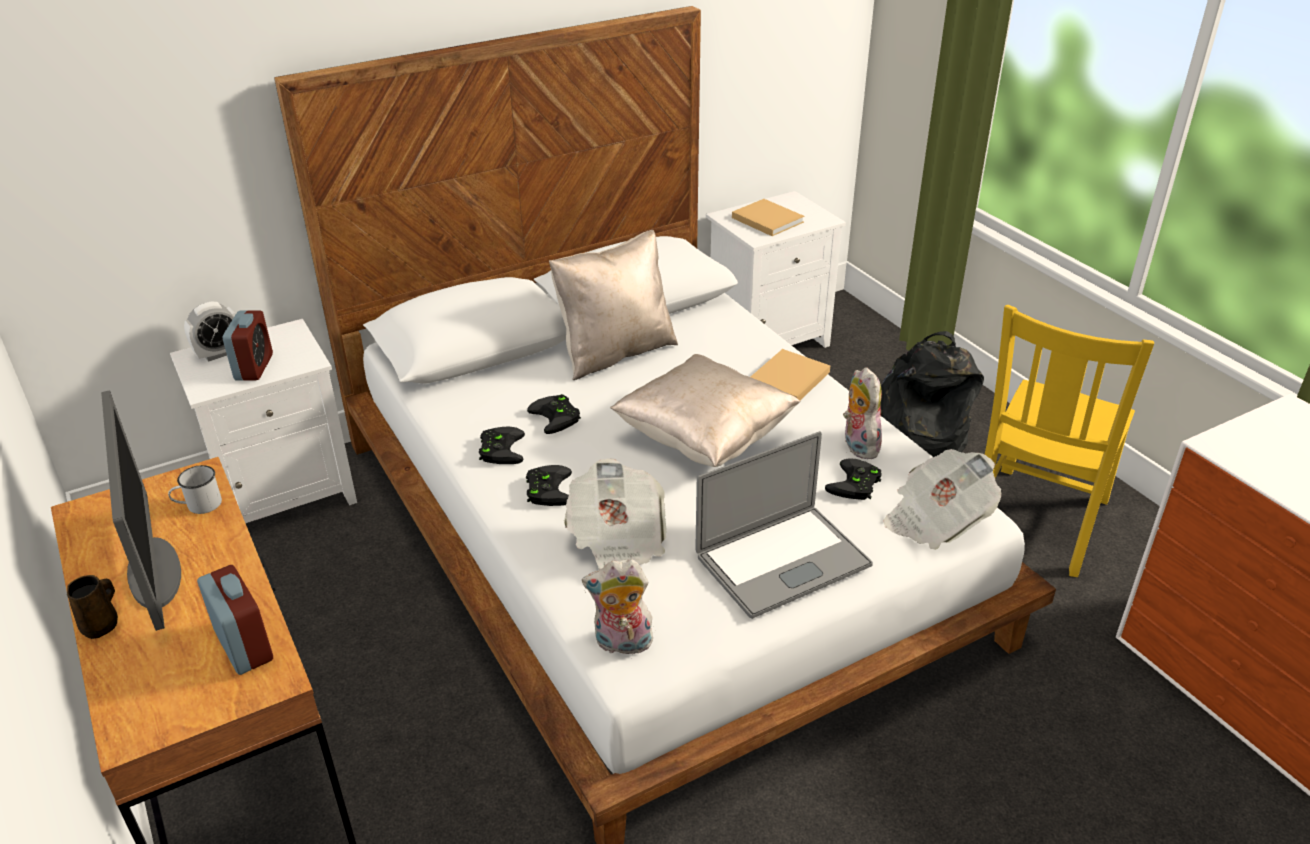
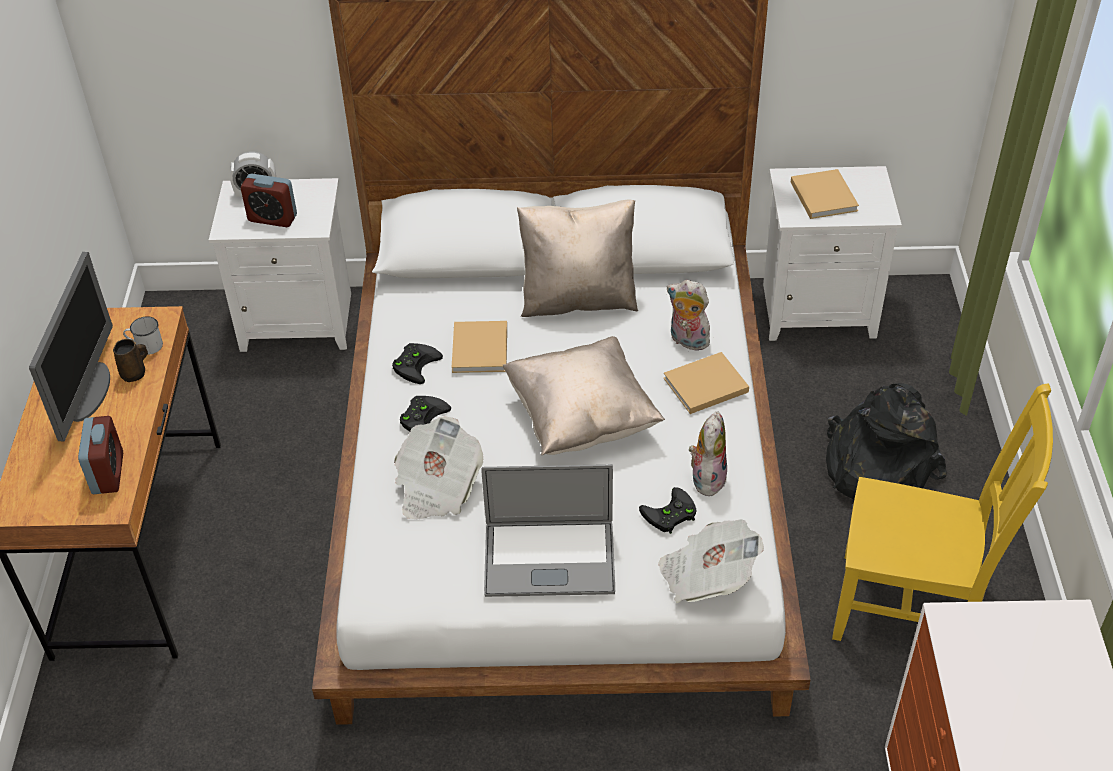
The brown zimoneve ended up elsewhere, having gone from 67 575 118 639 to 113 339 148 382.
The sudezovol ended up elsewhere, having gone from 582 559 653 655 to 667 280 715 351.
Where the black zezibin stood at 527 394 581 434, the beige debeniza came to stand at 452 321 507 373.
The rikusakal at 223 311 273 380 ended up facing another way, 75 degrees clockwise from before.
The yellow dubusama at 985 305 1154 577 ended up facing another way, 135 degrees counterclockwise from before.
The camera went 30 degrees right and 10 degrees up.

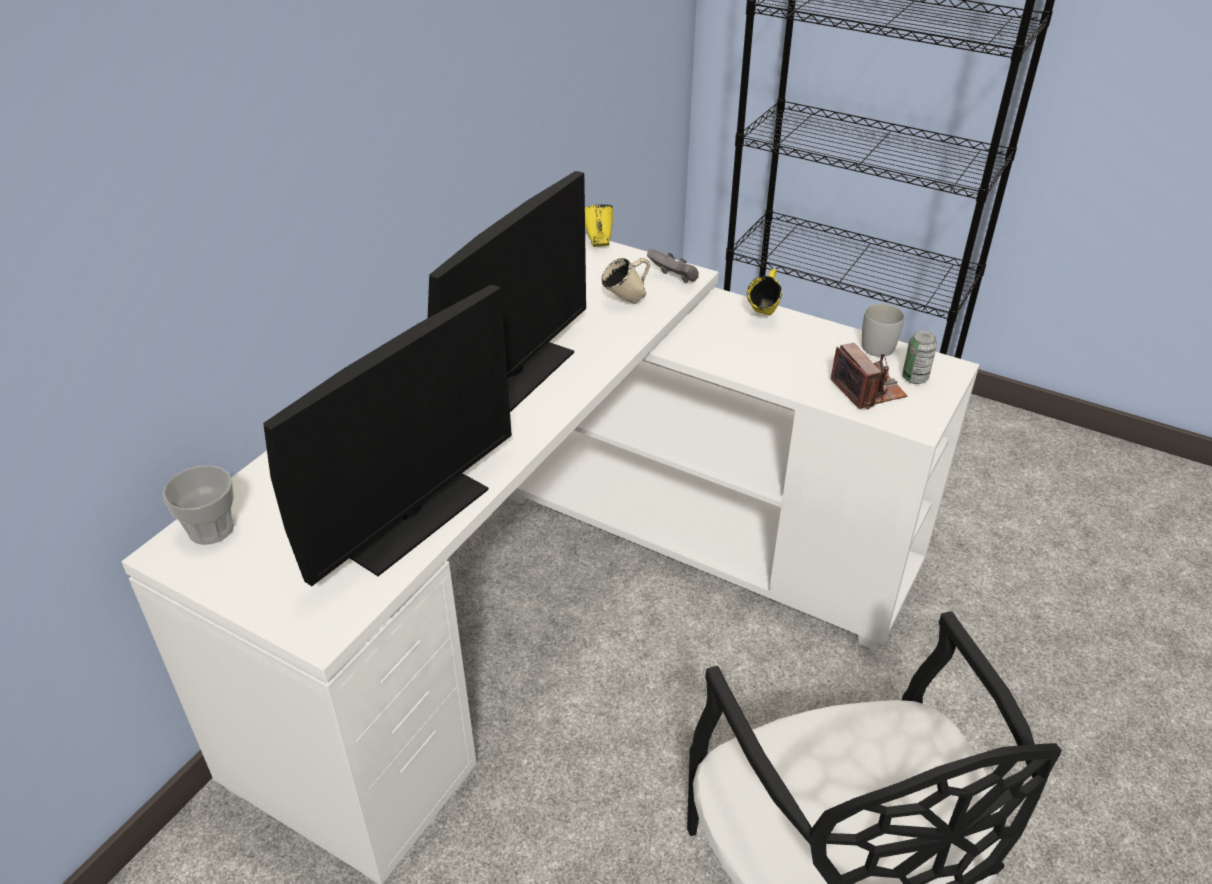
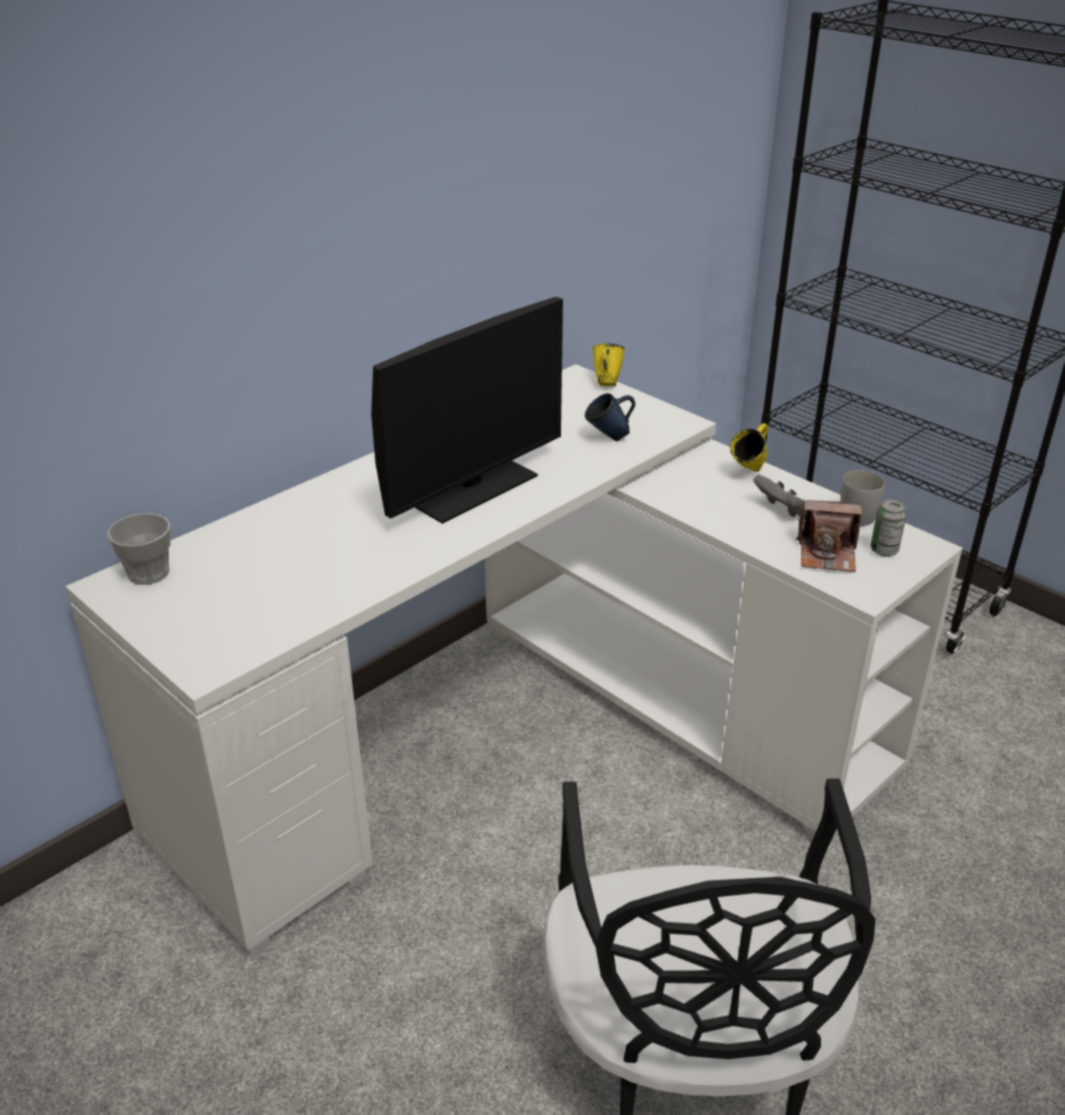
The second view lost the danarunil at 263 285 512 586.
The grey zezibin ended up elsewhere, having gone from 647 249 699 283 to 753 474 804 517.
What was the beige zimoneve at 601 258 650 304 turned into the blue zimoneve at 585 393 635 441.
The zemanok at 830 343 907 410 ended up facing another way, 105 degrees clockwise from before.
The camera went 15 degrees right and 5 degrees down.

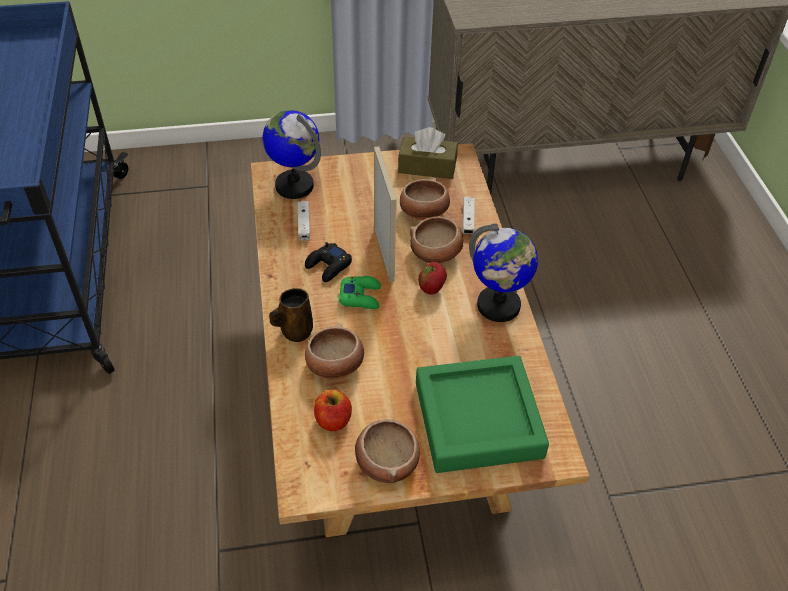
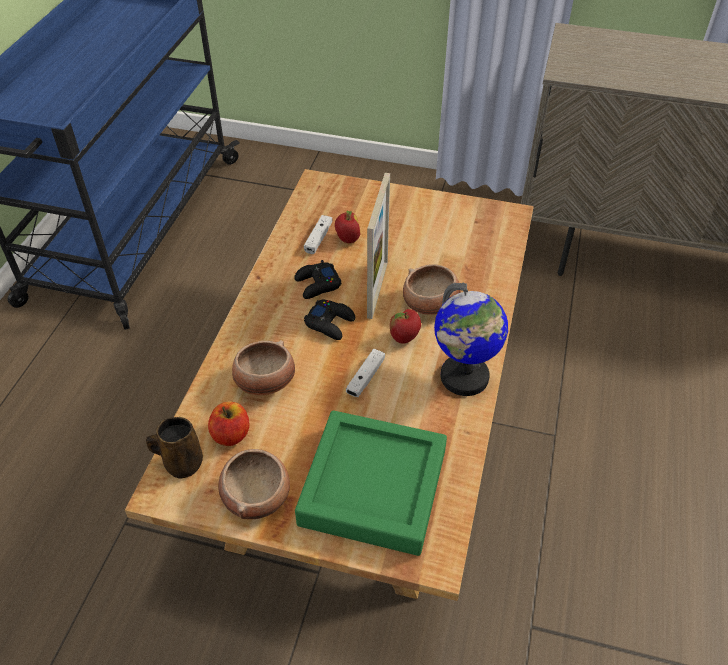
The second view lost the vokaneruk at 263 110 321 199.
The second view lost the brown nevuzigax at 398 127 458 179.
The second view lost the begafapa at 400 178 450 220.
The second view gained the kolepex at 335 211 361 243.
The brown zimoneve ended up elsewhere, having gone from 269 288 313 342 to 146 417 203 479.
The white zezibin ended up elsewhere, having gone from 462 197 475 234 to 346 349 385 397.
What was the green zezibin at 339 276 381 309 turned into the black zezibin at 304 299 355 340.
The camera went 25 degrees right and 0 degrees up.

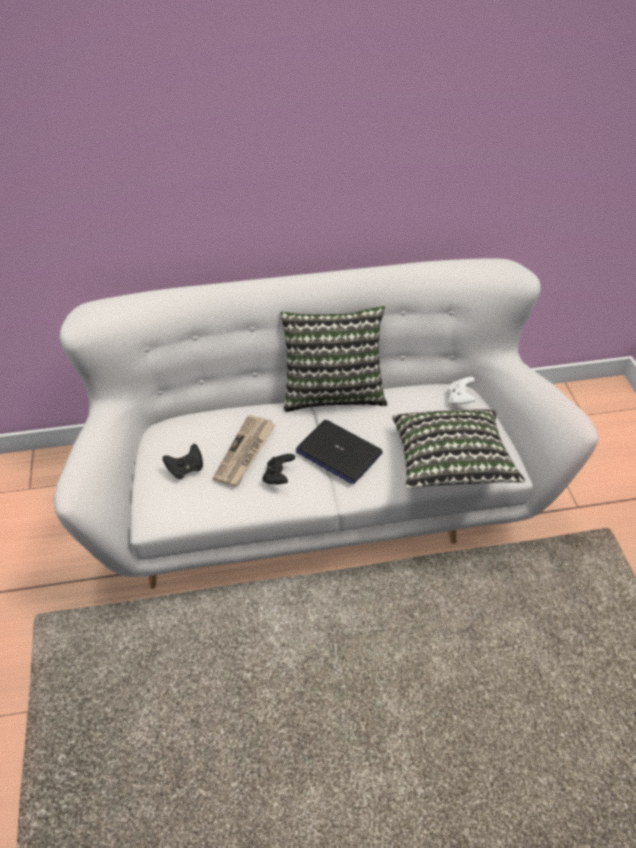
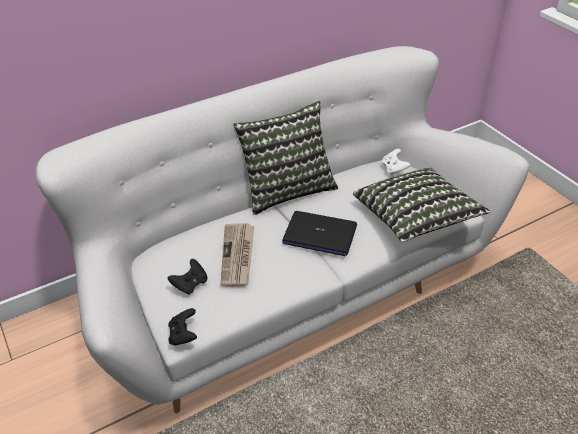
The black zezibin ended up elsewhere, having gone from 262 454 295 484 to 168 308 197 346.
The camera went 20 degrees left and 5 degrees down.

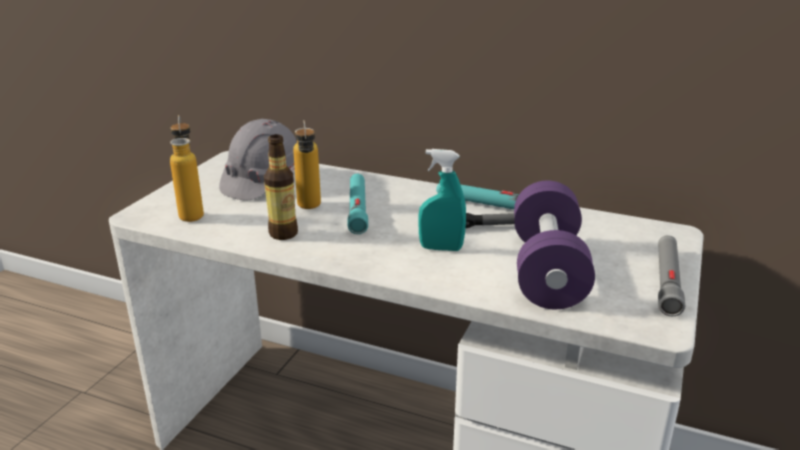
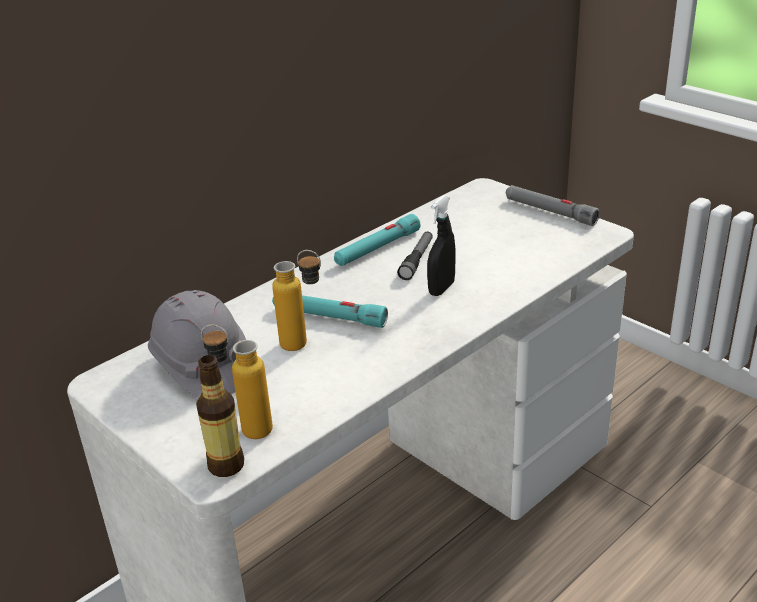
The second view lost the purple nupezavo at 514 180 595 309.
The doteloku ended up elsewhere, having gone from 264 134 298 240 to 196 355 244 477.
What was the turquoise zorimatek at 418 149 466 251 turned into the black zorimatek at 427 195 455 296.
The camera went 65 degrees left and 5 degrees up.

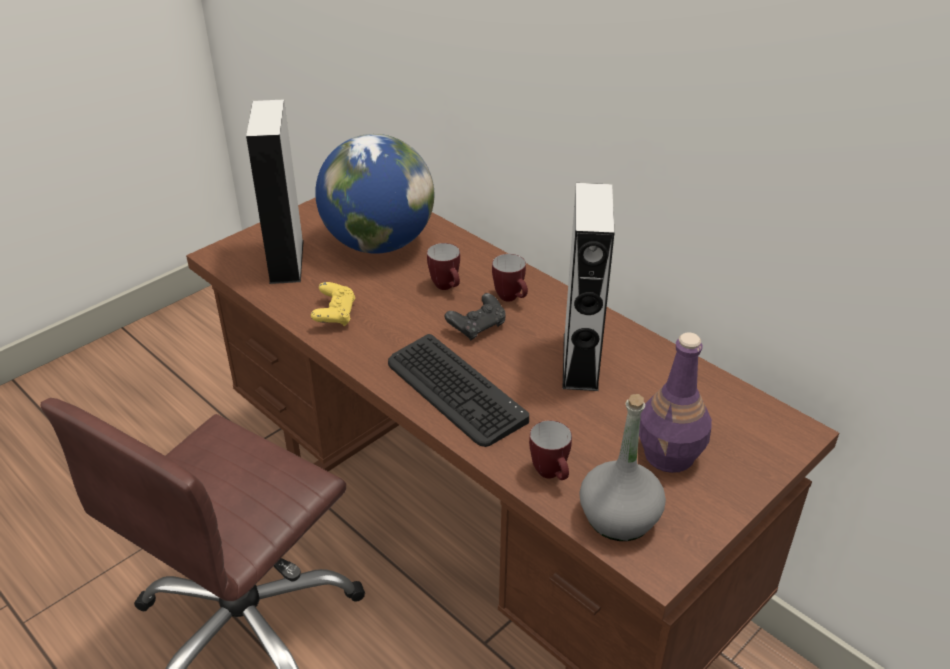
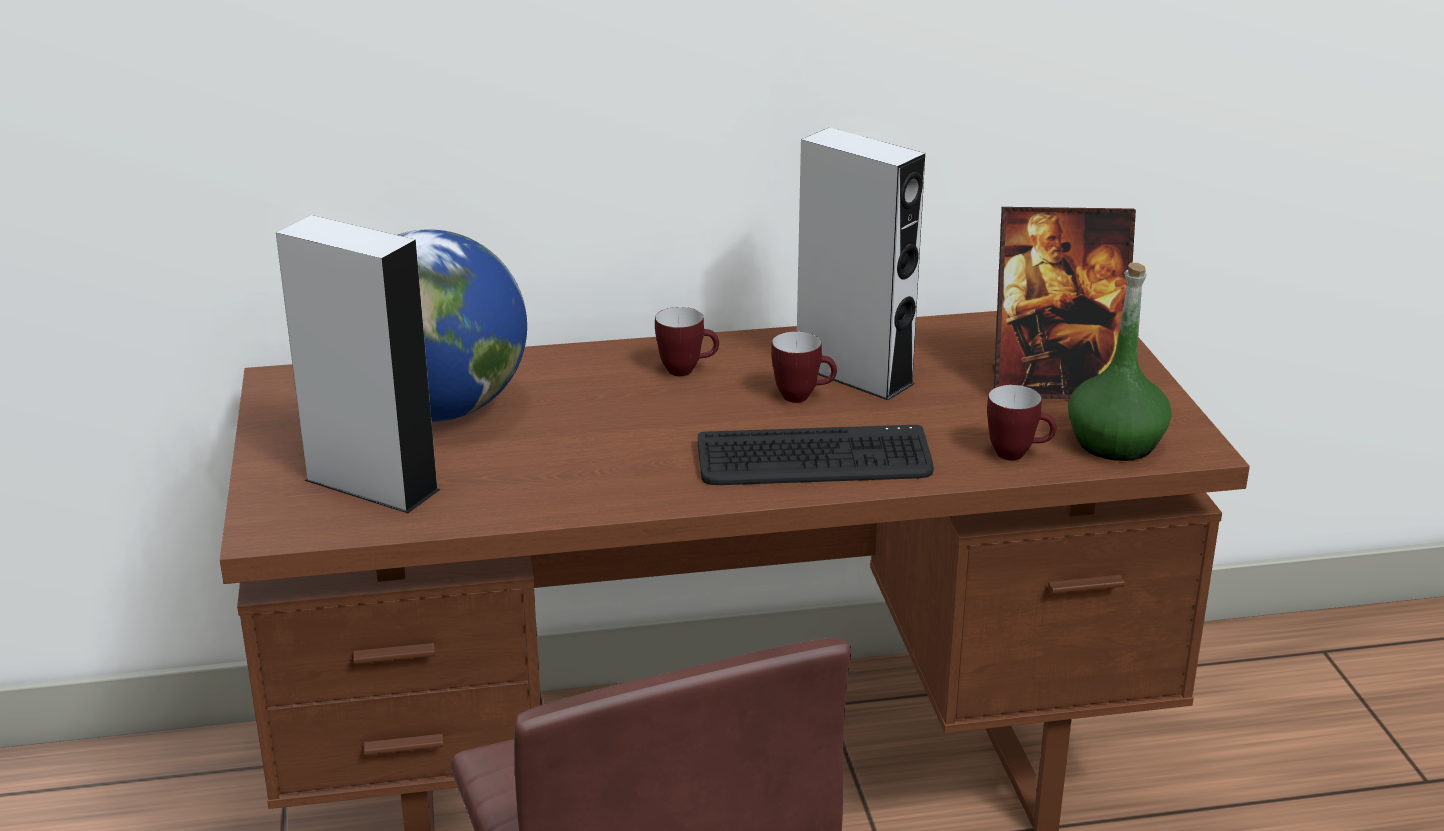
The second view lost the yellow zezibin at 311 282 355 327.
The second view lost the black zezibin at 445 293 505 341.
The zimoneve ended up elsewhere, having gone from 427 243 460 290 to 771 331 837 403.
Where the purple doteloku stood at 639 333 712 473, the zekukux came to stand at 993 207 1136 399.
What was the grey doteloku at 579 394 666 541 turned into the green doteloku at 1068 263 1172 461.
The camera went 55 degrees left and 10 degrees down.

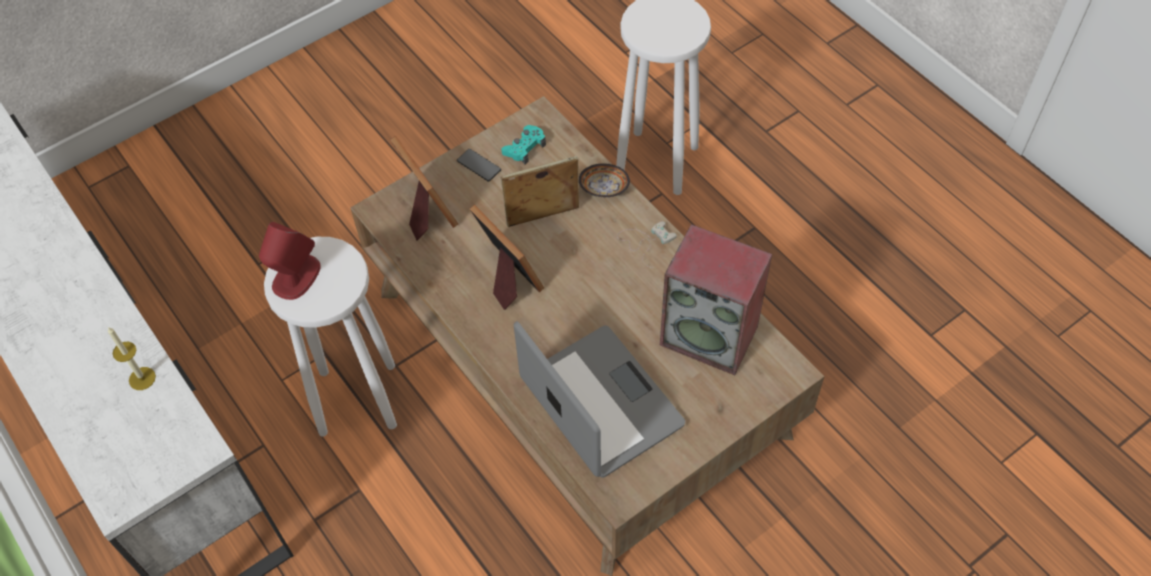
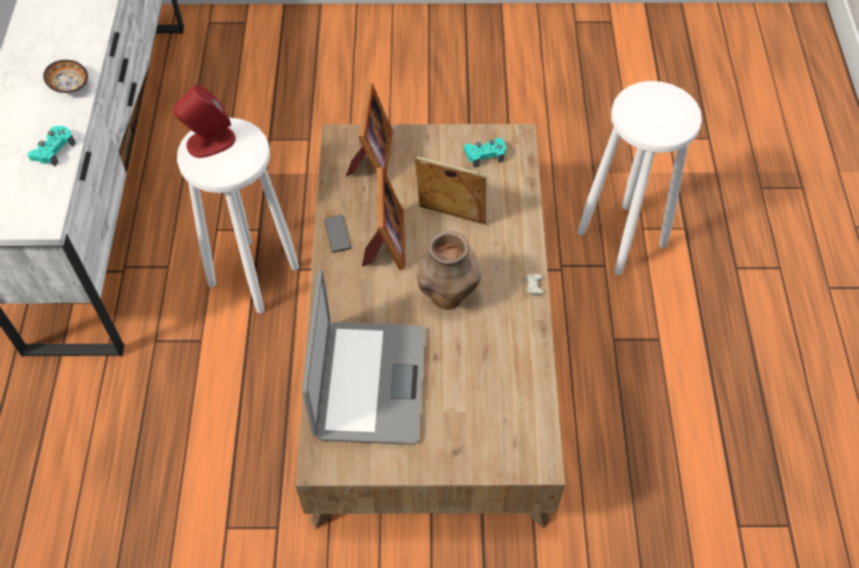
The second view lost the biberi at 660 224 772 375.
The second view gained the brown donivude at 417 231 481 310.
The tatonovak ended up elsewhere, having gone from 457 149 501 182 to 324 215 351 253.
The begafapa ended up elsewhere, having gone from 579 163 630 197 to 43 60 88 93.
Where the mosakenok stood at 108 327 156 390, the turquoise zezibin came to stand at 28 126 76 166.
The camera went 35 degrees right and 0 degrees up.

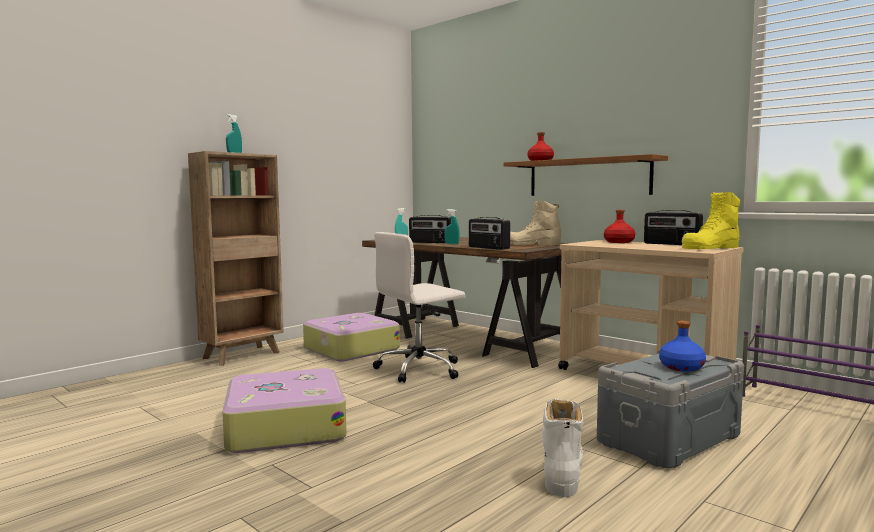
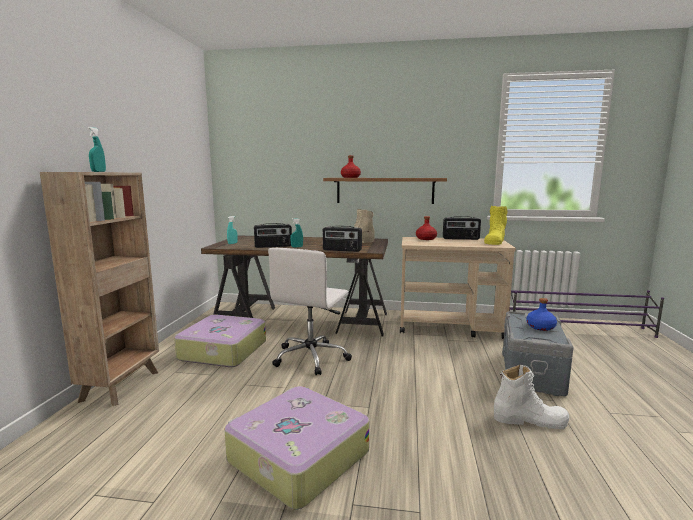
The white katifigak at 543 399 583 497 ended up facing another way, 120 degrees clockwise from before.
The camera went 35 degrees left and 5 degrees up.

